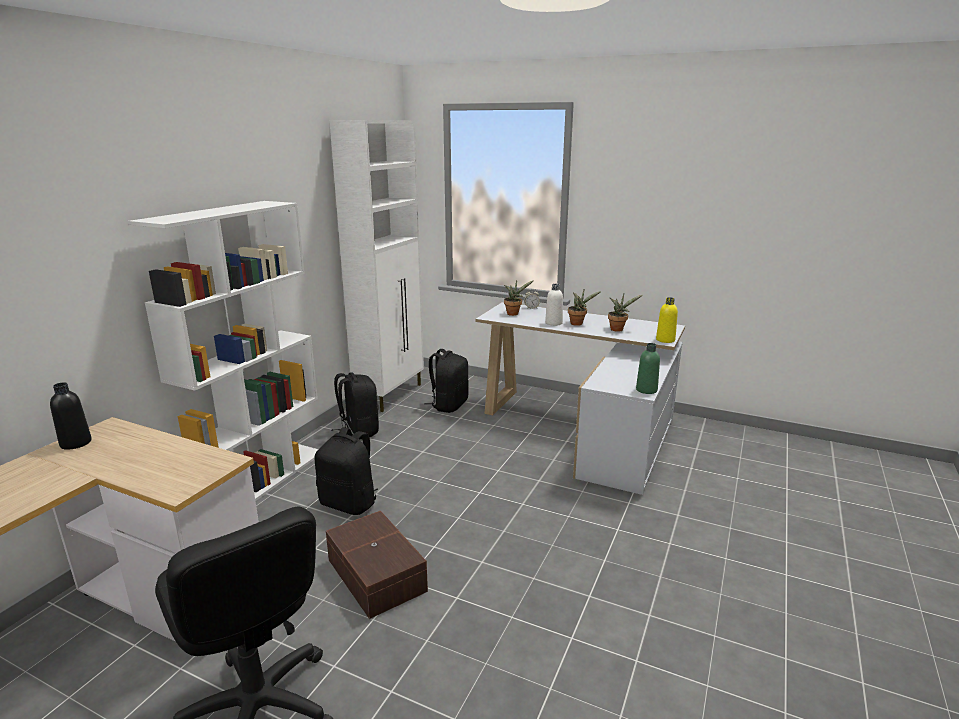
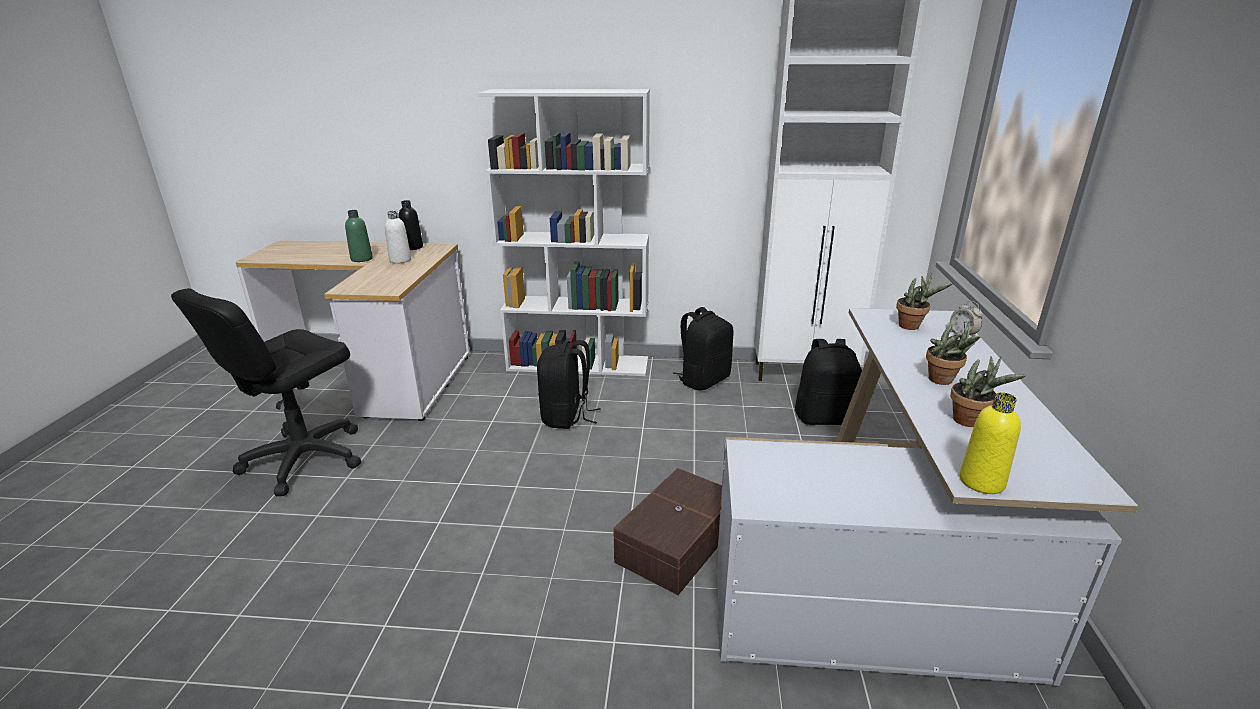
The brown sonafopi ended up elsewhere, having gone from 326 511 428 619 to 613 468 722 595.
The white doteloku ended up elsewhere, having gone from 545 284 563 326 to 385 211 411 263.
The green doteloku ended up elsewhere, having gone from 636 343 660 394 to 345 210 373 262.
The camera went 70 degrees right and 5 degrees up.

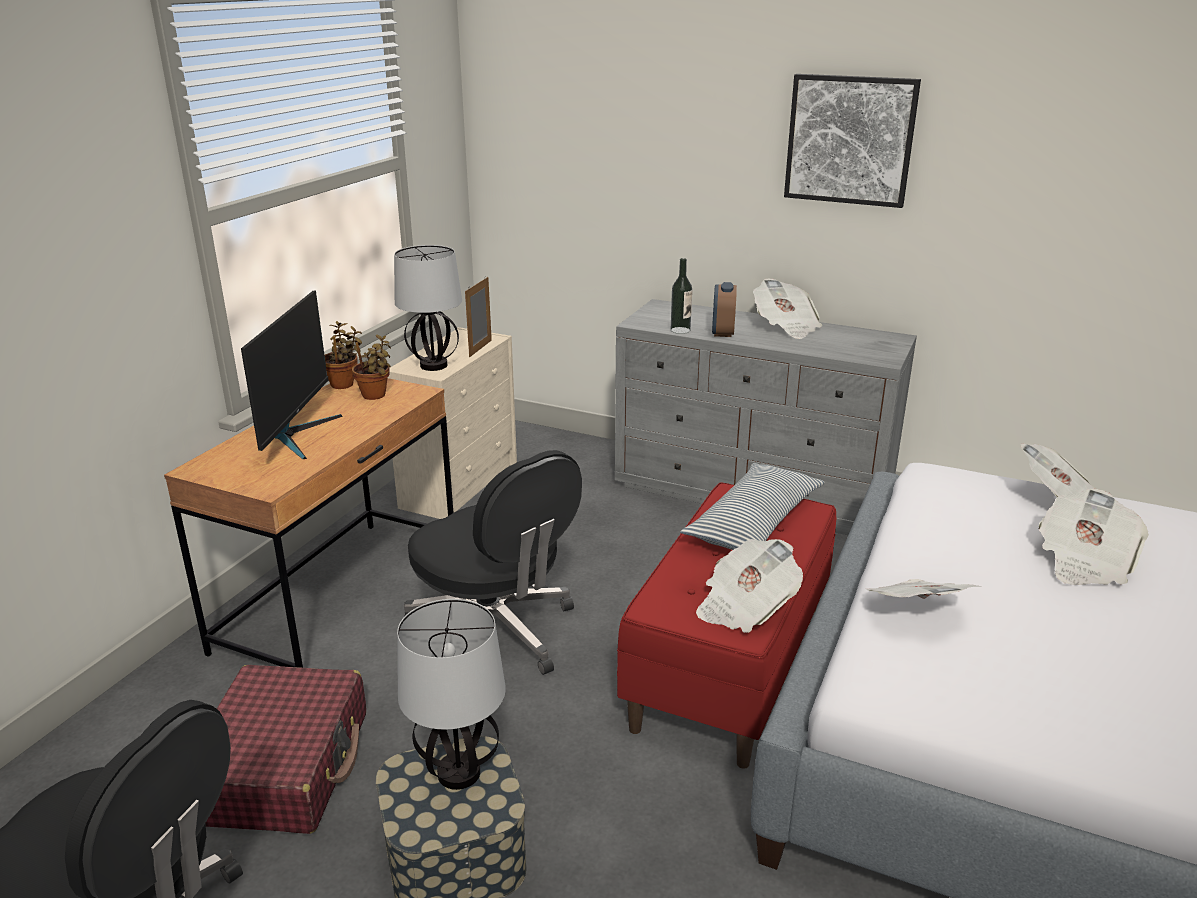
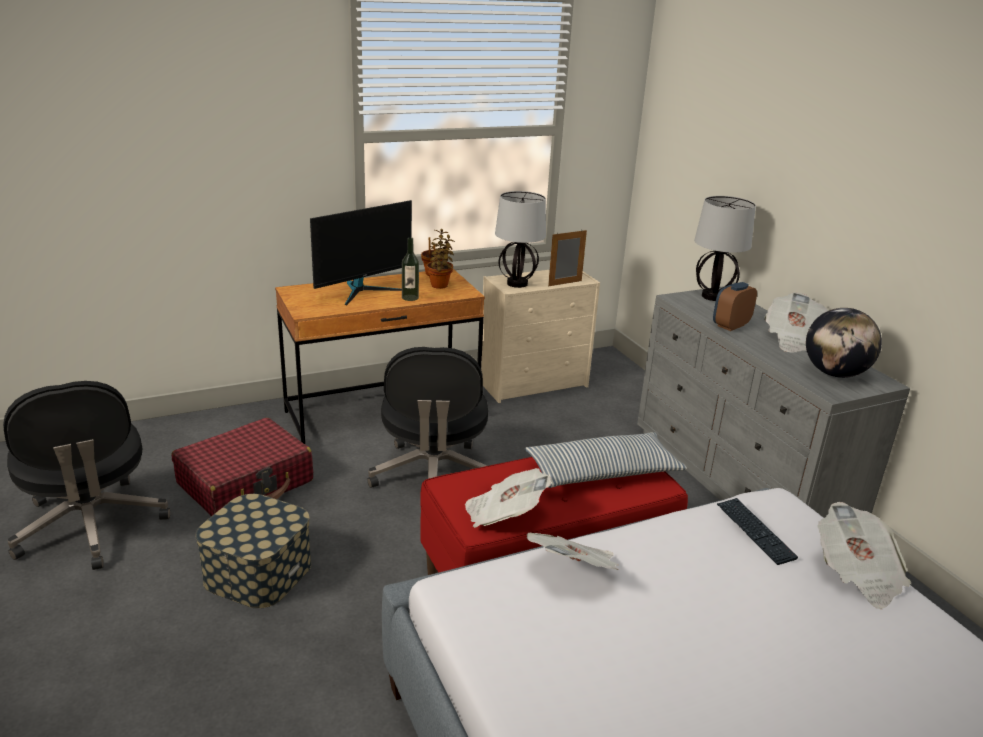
The second view lost the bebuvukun at 784 74 921 208.
The second view lost the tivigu at 1038 488 1149 585.
The second view gained the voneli at 717 498 798 565.
The second view gained the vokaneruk at 806 308 882 378.
The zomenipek ended up elsewhere, having gone from 397 599 506 790 to 694 196 756 301.
The doteloku ended up elsewhere, having gone from 671 258 692 334 to 402 237 419 301.
The camera went 40 degrees right and 0 degrees up.

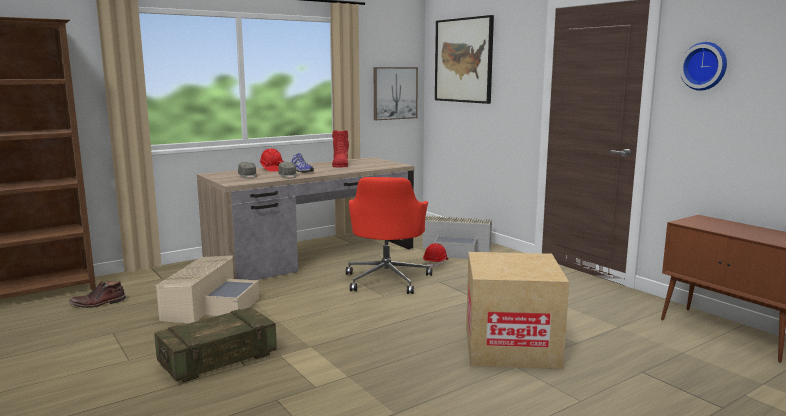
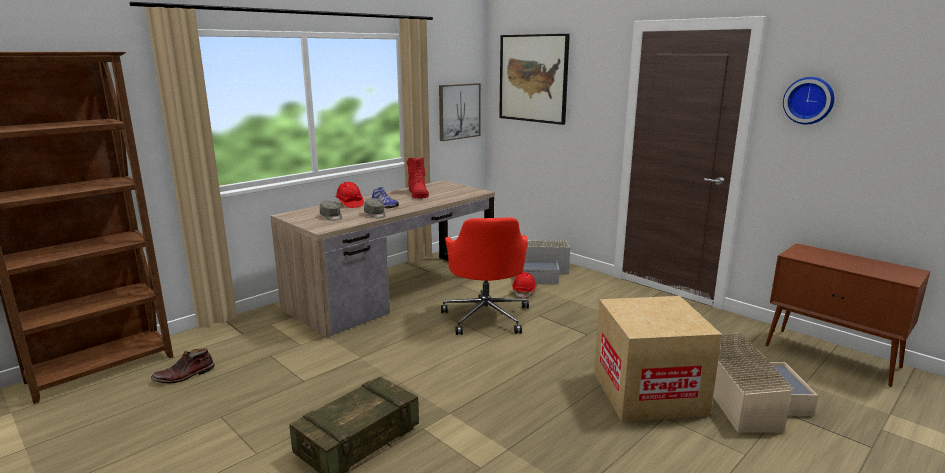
The beige sonafopi ended up elsewhere, having gone from 155 255 259 323 to 713 333 819 433.
The camera went 10 degrees left and 5 degrees up.

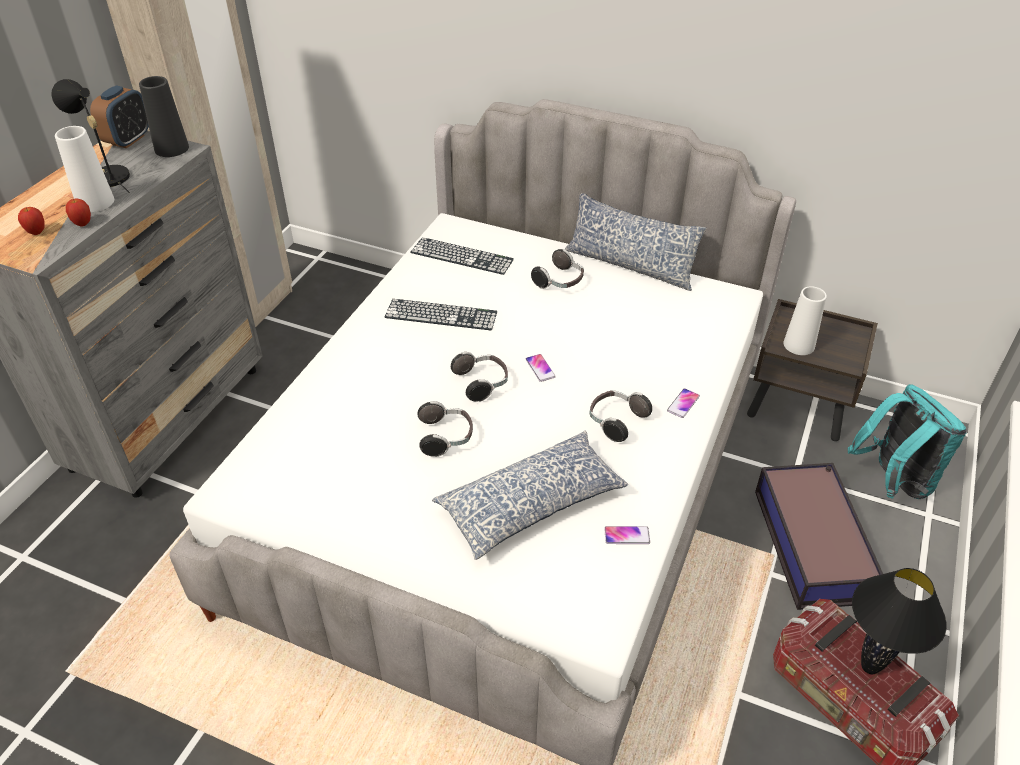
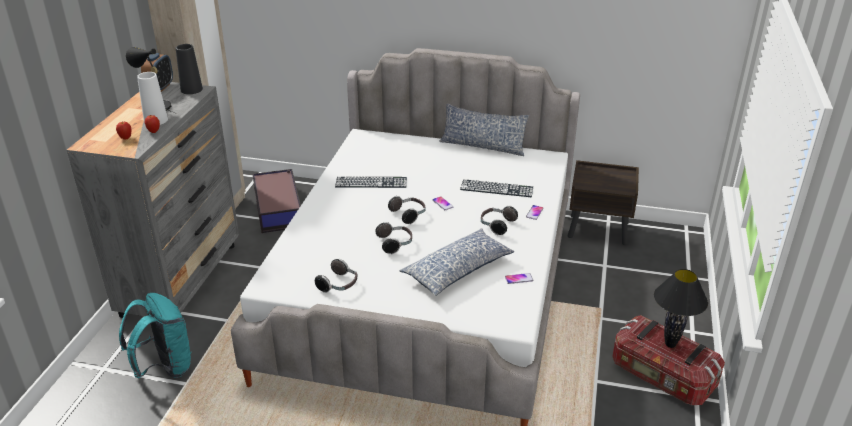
The second view lost the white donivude at 784 286 827 355.
The voneli ended up elsewhere, having gone from 410 237 514 275 to 460 179 533 197.
The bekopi ended up elsewhere, having gone from 531 249 584 289 to 315 259 358 293.
The sonafopi ended up elsewhere, having gone from 755 463 883 610 to 252 169 301 233.
The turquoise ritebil ended up elsewhere, having gone from 848 384 966 499 to 119 293 191 378.
The camera went 10 degrees left and 10 degrees down.

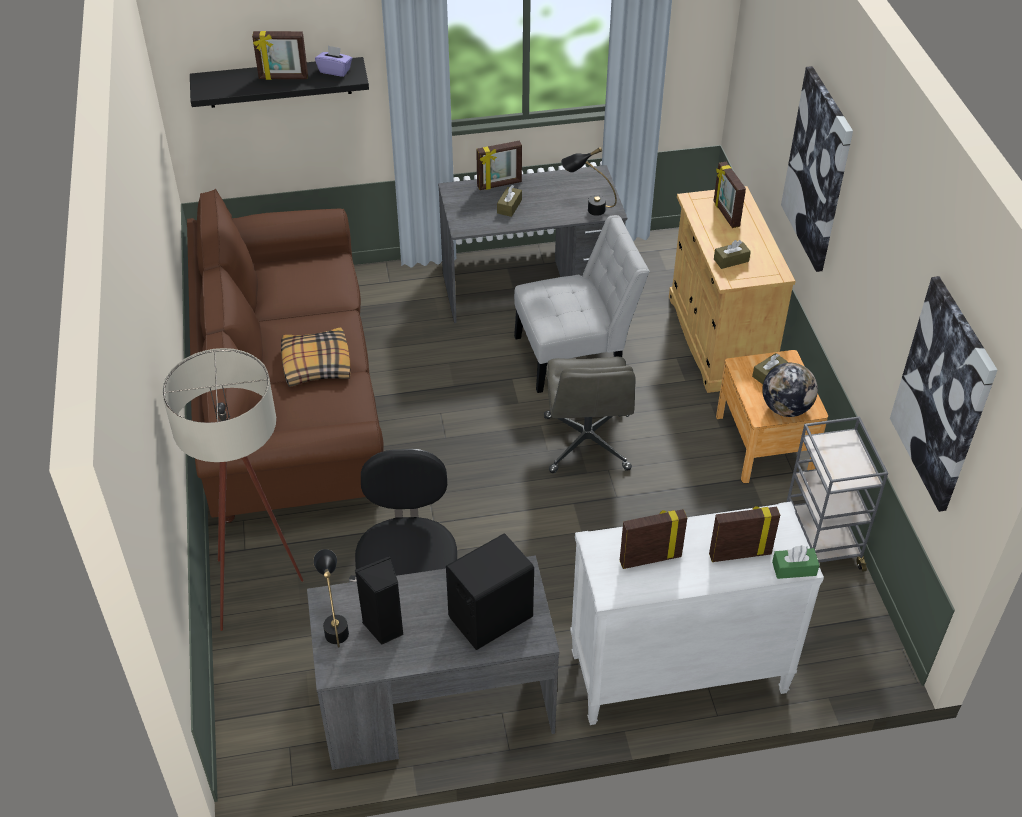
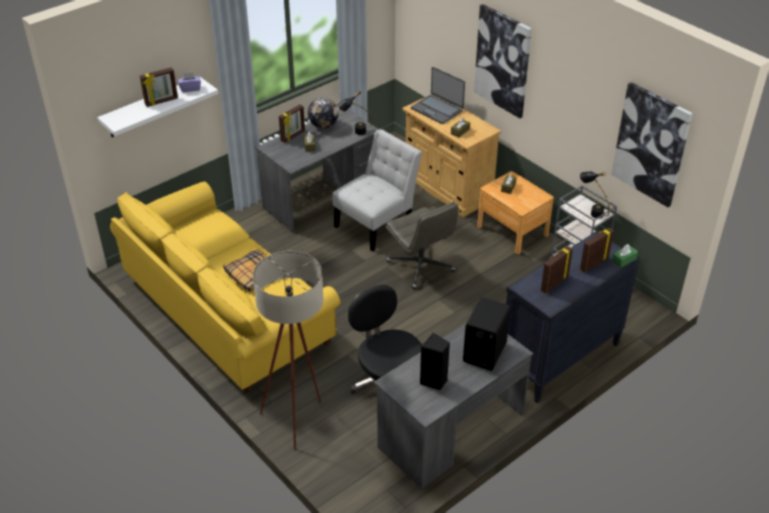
The black zomenipek ended up elsewhere, having gone from 313 549 349 648 to 580 171 610 219.
The vokaneruk ended up elsewhere, having gone from 762 363 818 417 to 308 97 338 128.
Where the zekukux stood at 714 162 746 228, the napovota came to stand at 411 67 465 124.
What was the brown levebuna at 187 189 384 523 turned into the yellow levebuna at 110 181 341 392.
What was the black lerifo at 190 57 369 108 turned into the white lerifo at 97 77 218 137.
What was the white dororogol at 570 502 824 725 turned into the black dororogol at 506 231 640 403.
The camera went 30 degrees left and 5 degrees down.

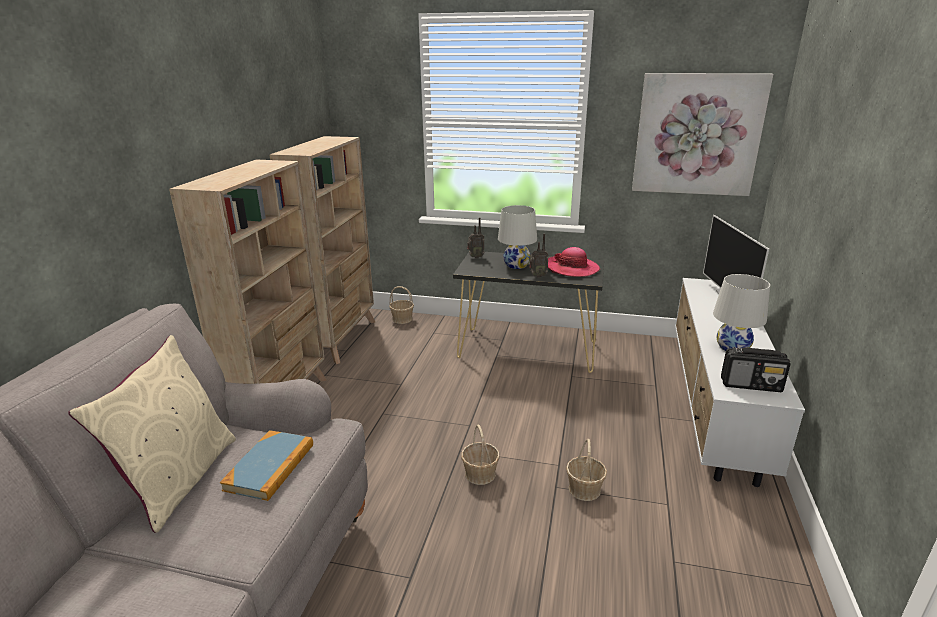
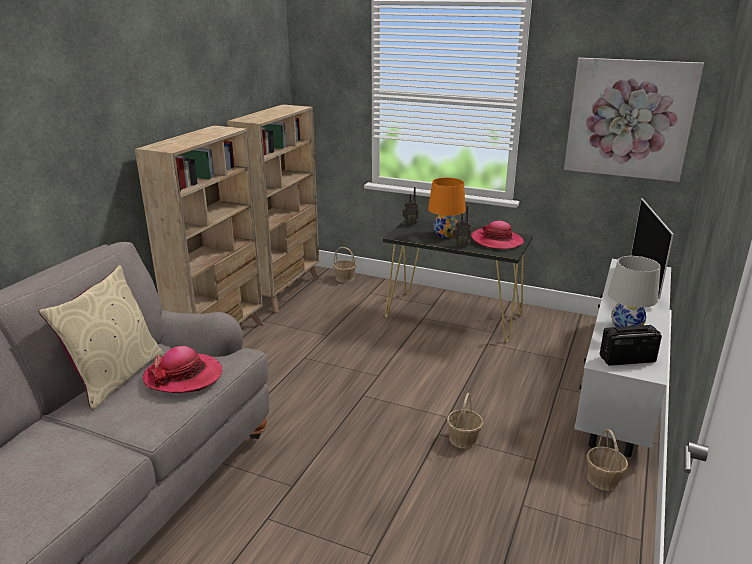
The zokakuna ended up elsewhere, having gone from 461 424 500 485 to 586 429 628 491.
Where the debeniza stood at 220 430 313 501, the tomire came to stand at 143 346 222 393.
What was the white zomenipek at 498 205 537 269 turned into the orange zomenipek at 428 178 466 238.
The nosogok at 721 347 790 392 ended up facing another way, 150 degrees clockwise from before.
The camera went 10 degrees right and 0 degrees up.

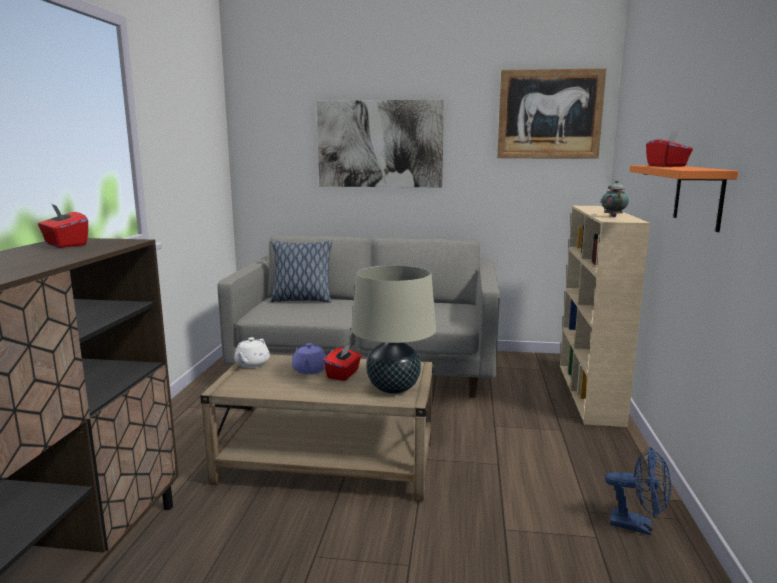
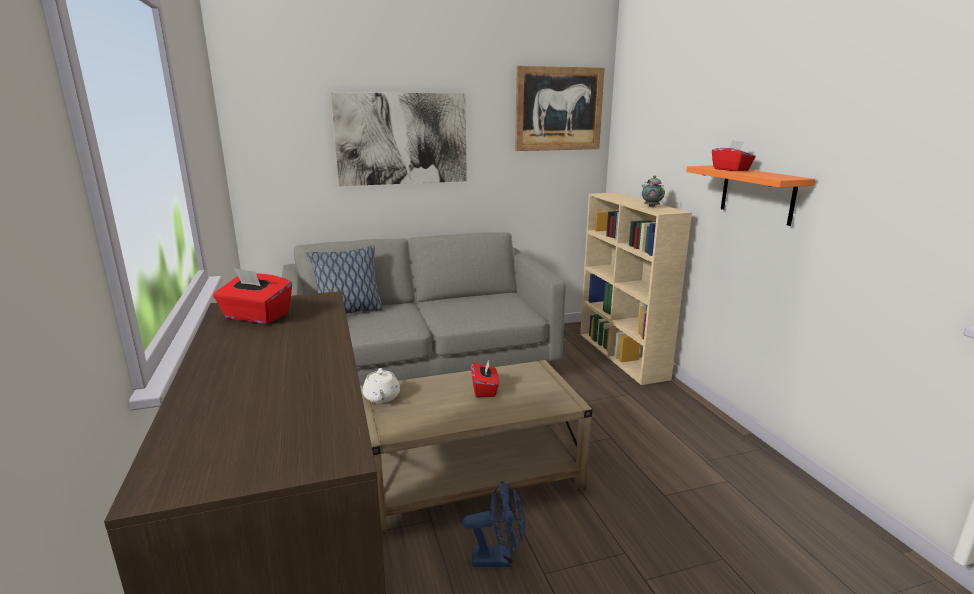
The second view lost the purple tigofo at 292 343 326 374.
The second view lost the beige zomenipek at 351 265 436 394.
The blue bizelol ended up elsewhere, having gone from 605 447 671 535 to 463 481 525 567.
The camera went 25 degrees left and 5 degrees up.

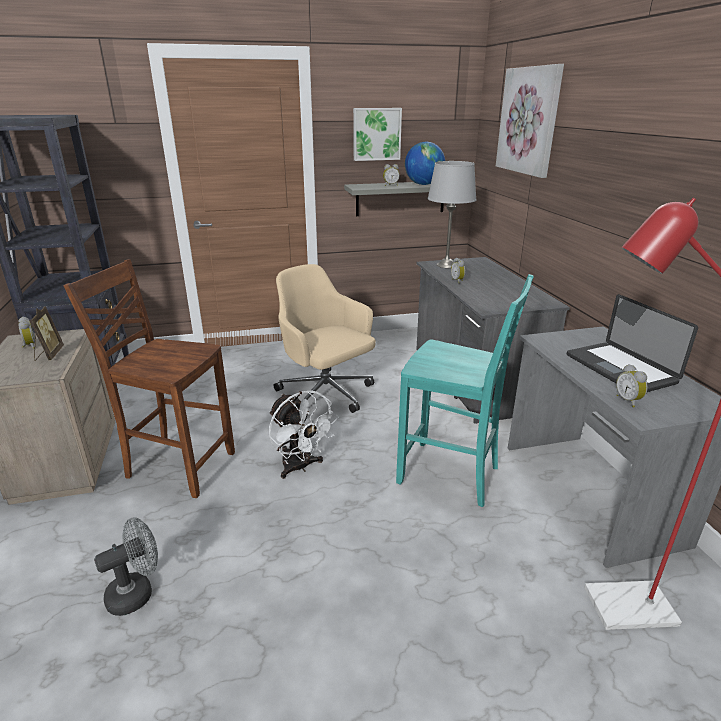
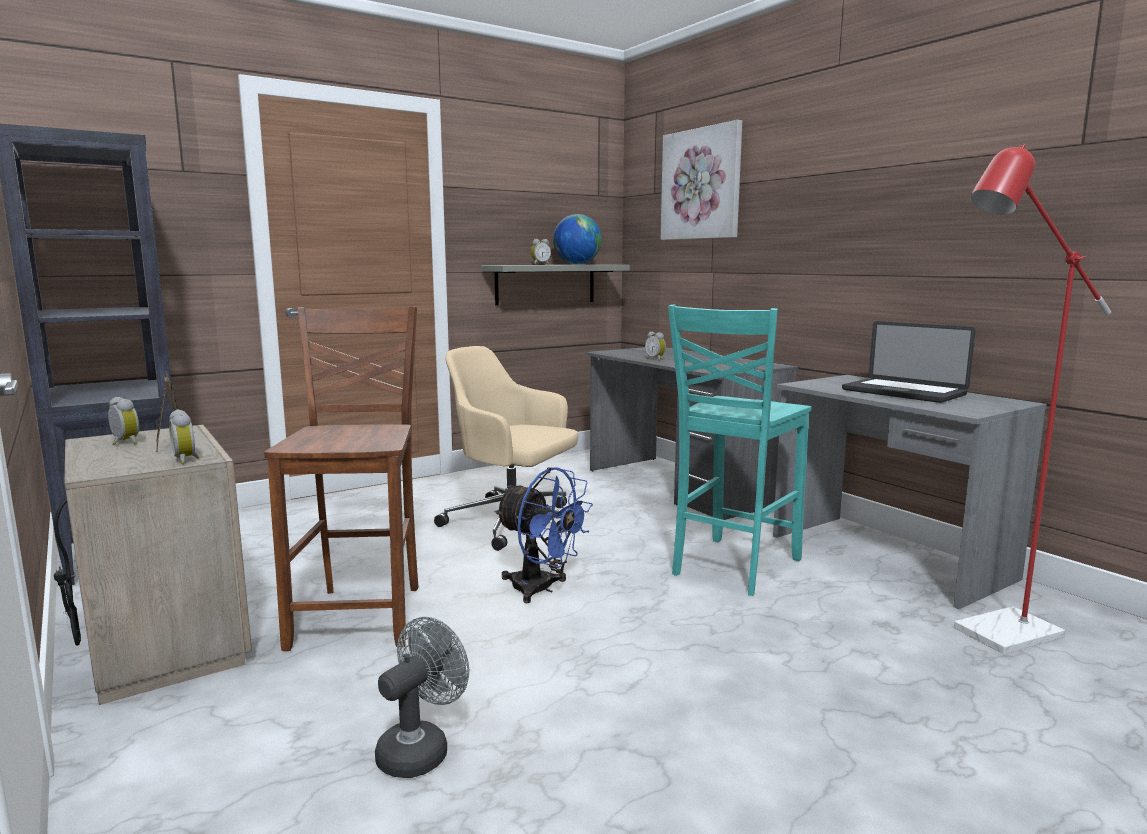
The second view lost the bebuvukun at 353 108 402 161.
The second view lost the grey zomenipek at 428 161 476 268.
The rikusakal ended up elsewhere, having gone from 616 364 648 407 to 169 409 200 464.
What was the white bizelol at 269 390 339 479 turned into the blue bizelol at 494 467 593 603.
The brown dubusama at 63 259 235 498 ended up facing another way, 90 degrees clockwise from before.
The turquoise dubusama at 396 274 534 507 ended up facing another way, 120 degrees clockwise from before.
The camera went 20 degrees left and 15 degrees down.

